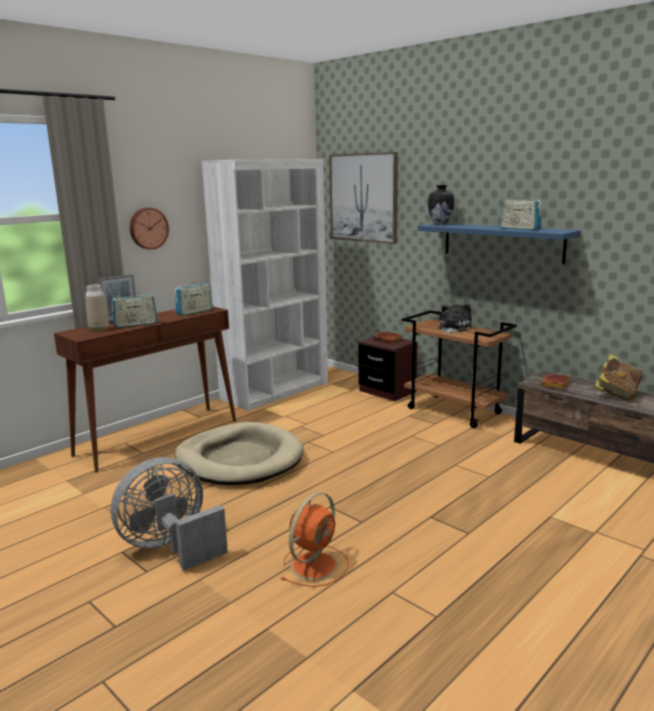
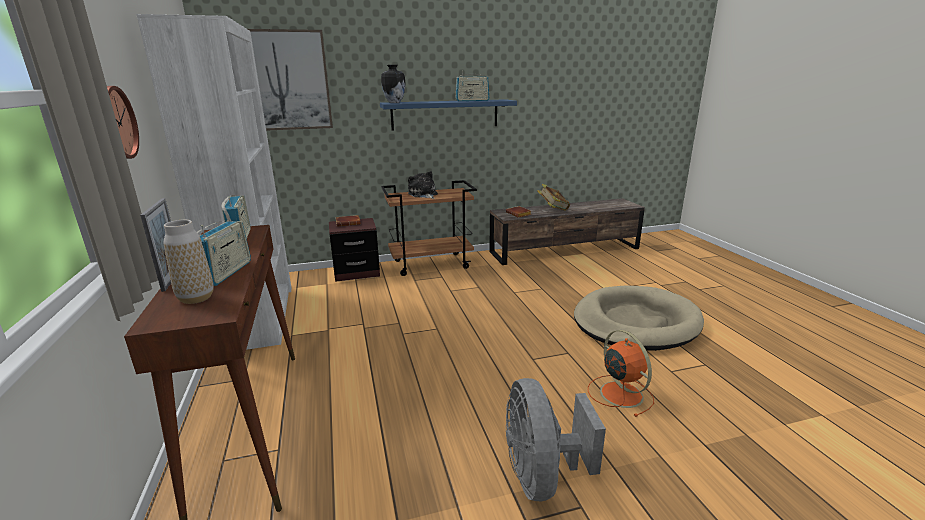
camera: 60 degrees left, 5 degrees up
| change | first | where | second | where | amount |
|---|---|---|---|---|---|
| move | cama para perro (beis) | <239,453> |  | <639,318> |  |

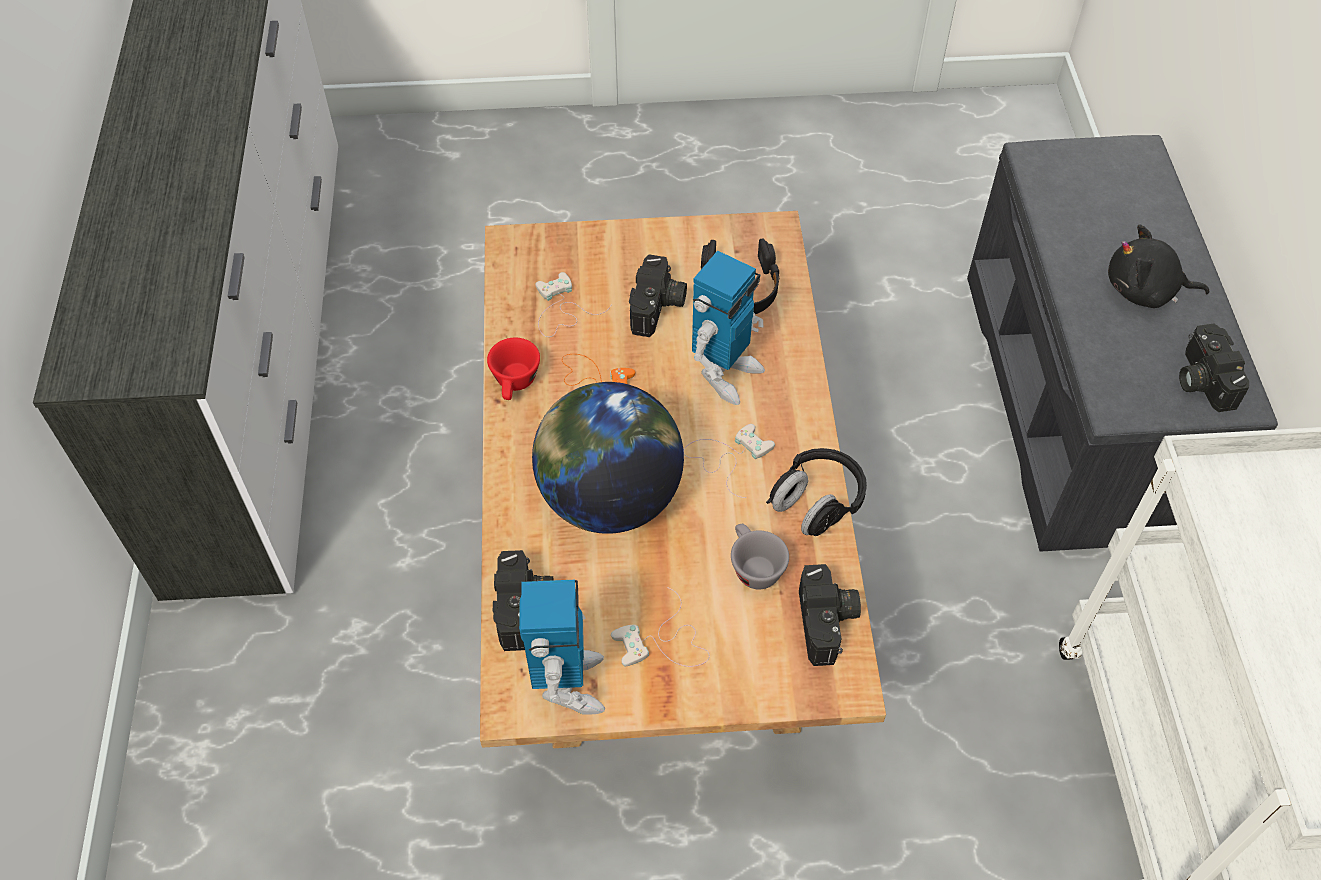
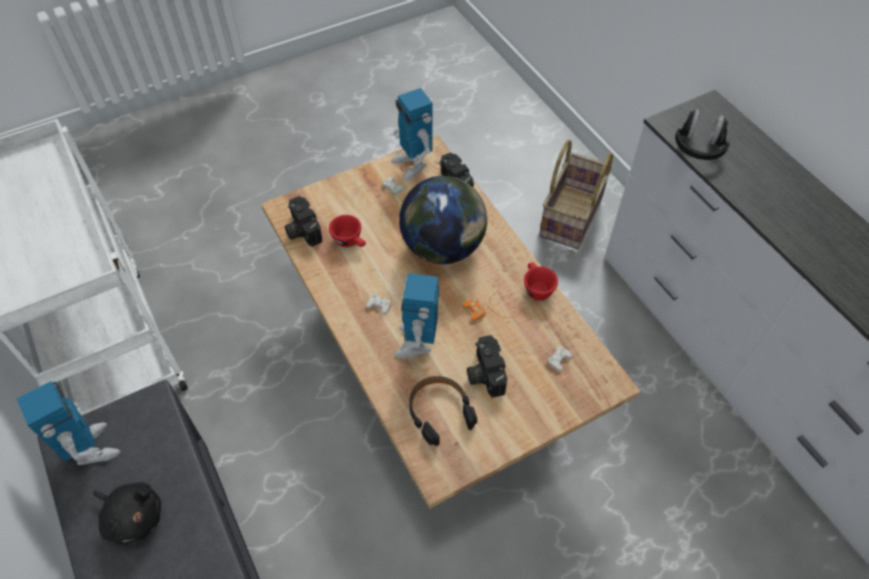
camera: 155 degrees right, 0 degrees up
| change | first | where | second | where | amount |
|---|---|---|---|---|---|
| insert |  |  | cesta | <576,194> |  |
| move | auriculares (negro) | <816,492> |  | <702,134> |  |
| replace | cámara | <1214,367> | robot de juguete | <68,423> |  |
| recolor | taza (gris) | <760,556> | taza (rojo) | <347,231> |  |
| rotate | peluche (negro) | <1158,266> |  | <127,513> | 45 degrees clockwise |

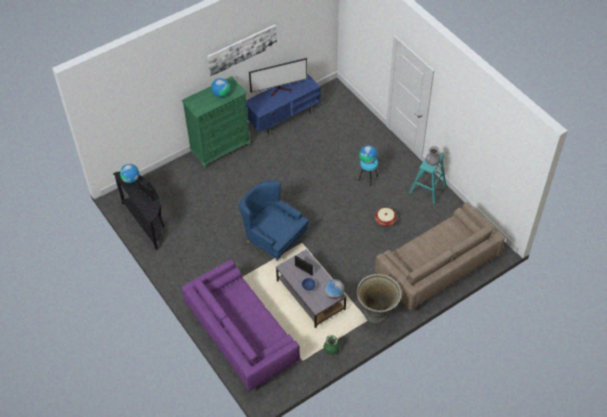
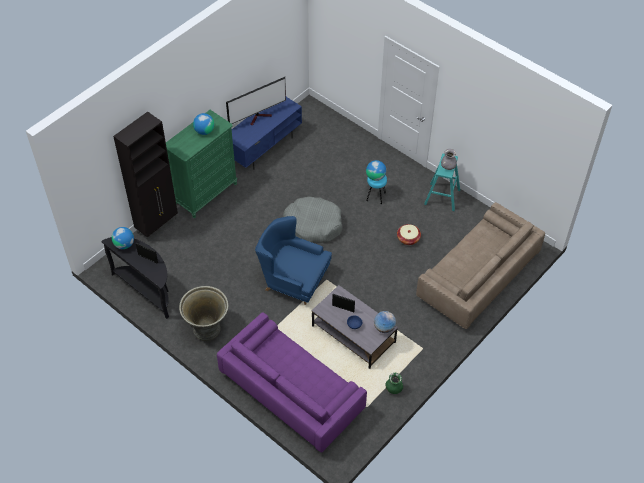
camera: 15 degrees left, 0 degrees up
| change | first | where | second | where | amount |
|---|---|---|---|---|---|
| delete | cuadro | <242,50> |  |  |  |
| insert |  |  | armario (negro) | <145,177> |  |
| insert |  |  | cama para perro (gris) | <313,219> |  |
| move | maceta (gris) | <379,299> |  | <203,313> |  |

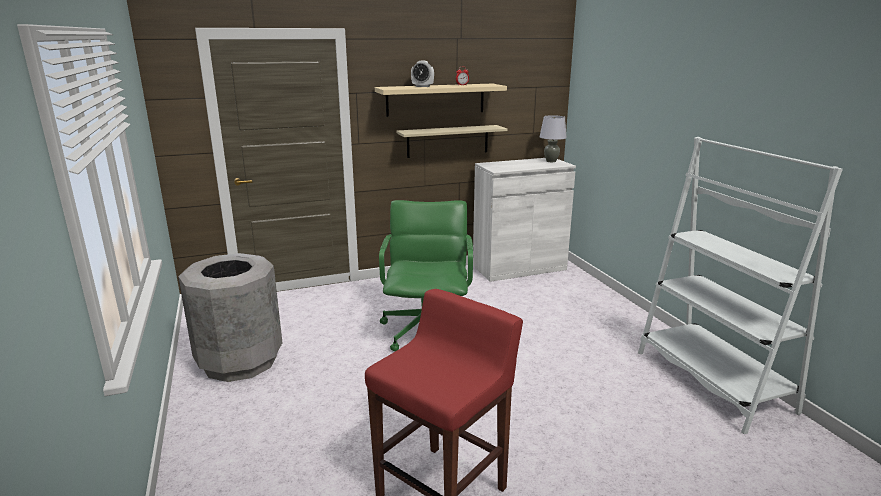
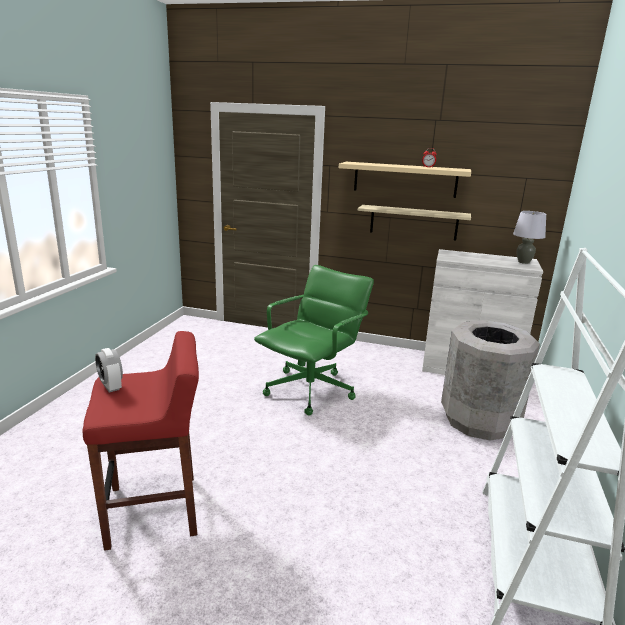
camera: 35 degrees right, 0 degrees up
| change | first | where | second | where | amount |
|---|---|---|---|---|---|
| move | papelera (gris) | <230,317> |  | <490,380> |  |
| move | despertador | <422,73> |  | <109,370> |  |

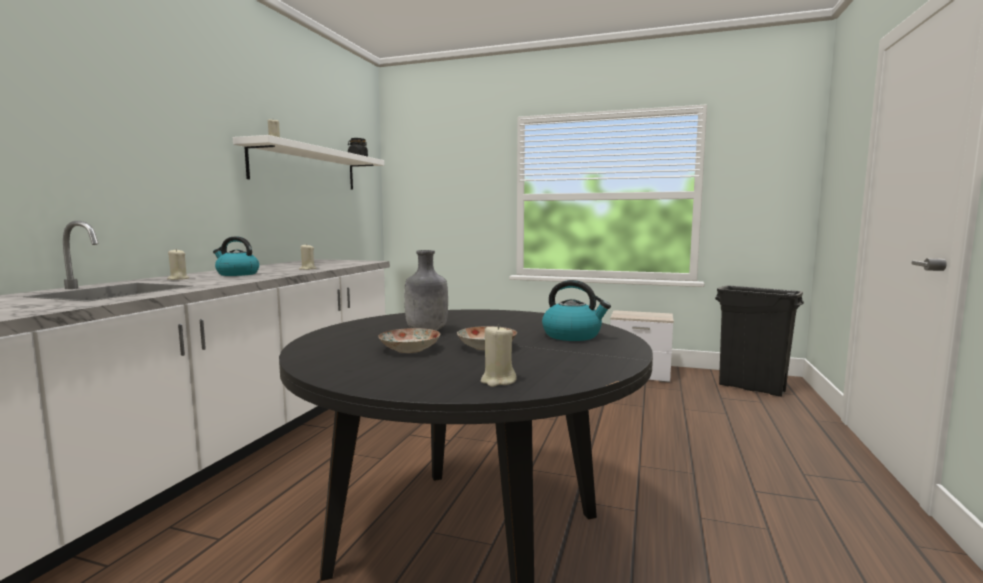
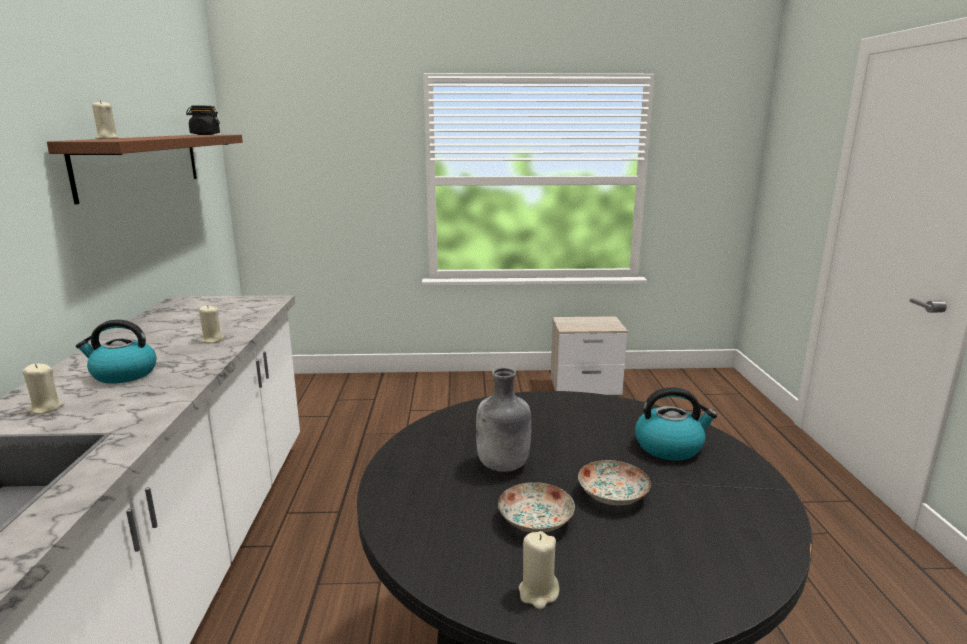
camera: 20 degrees left, 10 degrees up
| change | first | where | second | where | amount |
|---|---|---|---|---|---|
| delete | papelera (negro) | <759,341> |  |  |  |
| move | vela (beis) | <499,355> |  | <539,570> |  |
| recolor | estante (blanco) | <309,162> | estante (marrón) | <145,169> |  |

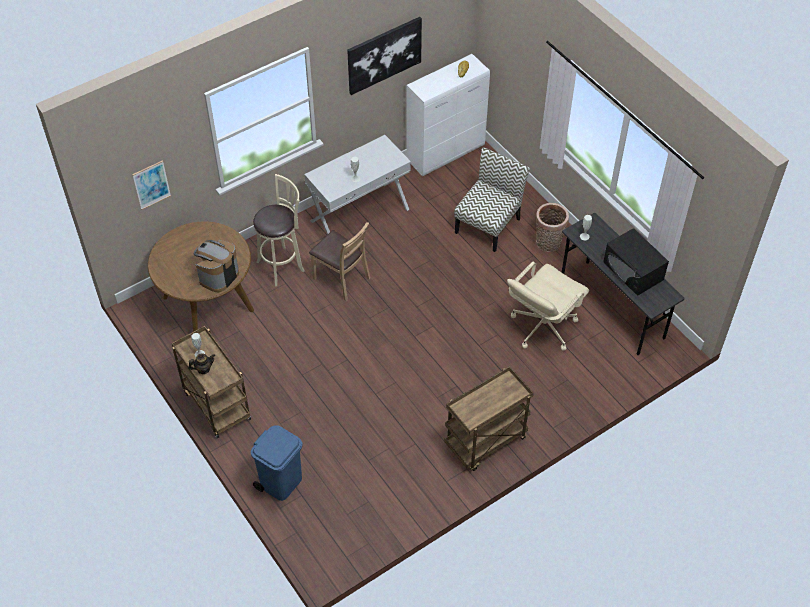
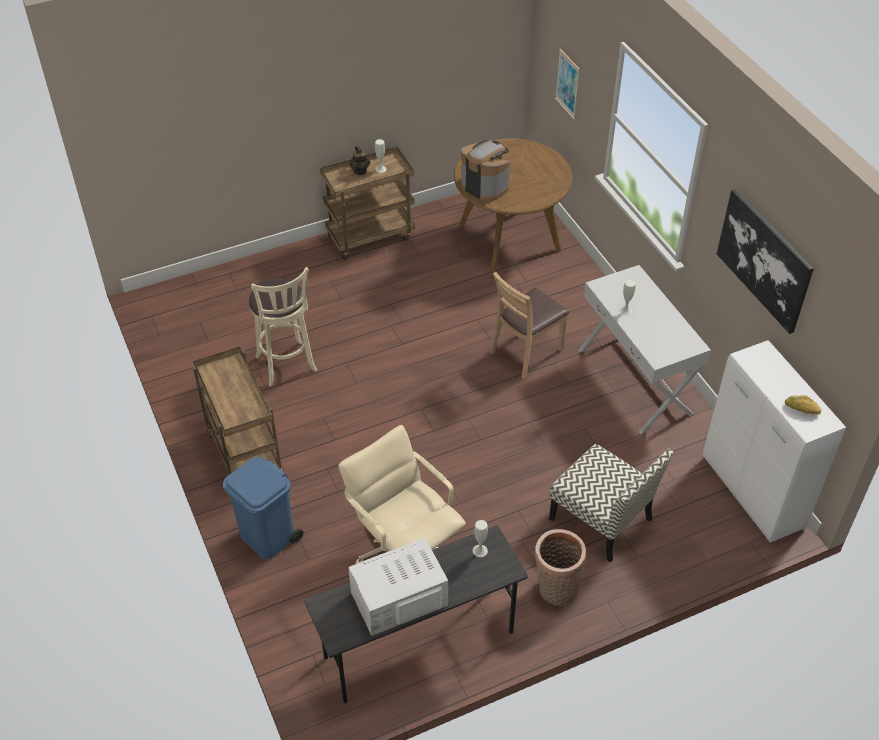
camera: 100 degrees right, 5 degrees down
| change | first | where | second | where | amount |
|---|---|---|---|---|---|
| move | papelera (azul) | <276,463> |  | <263,508> |  |
| move | taburete (beis) | <279,230> |  | <283,326> |  |
| recolor | microondas (negro) | <636,262> | microondas (blanco) | <398,587> |  |

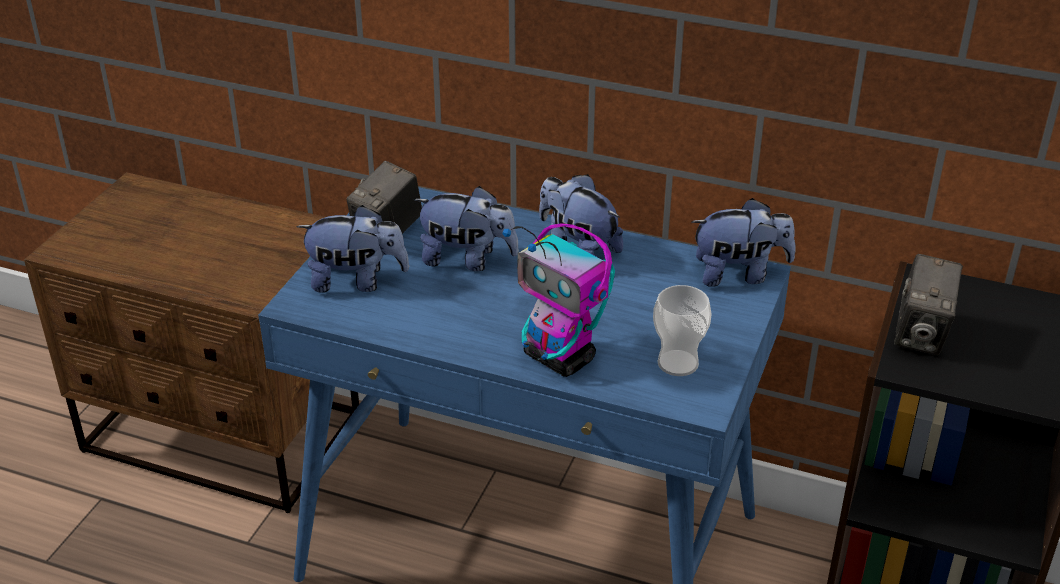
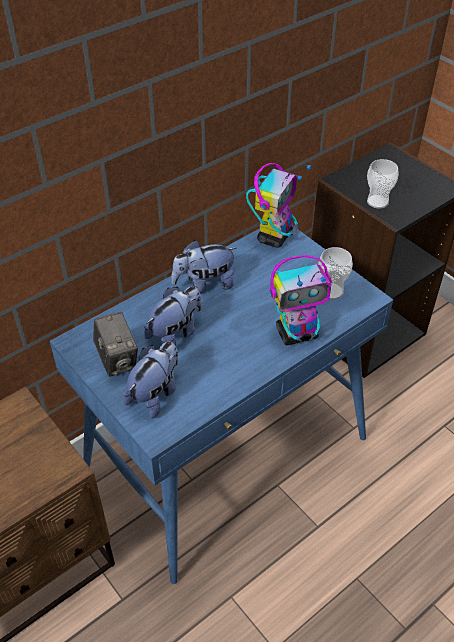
camera: 60 degrees left, 10 degrees up
| change | first | where | second | where | amount |
|---|---|---|---|---|---|
| replace | peluche | <743,242> | robot de juguete | <278,205> |  |
| replace | cámara | <928,304> | taza | <383,183> |  |

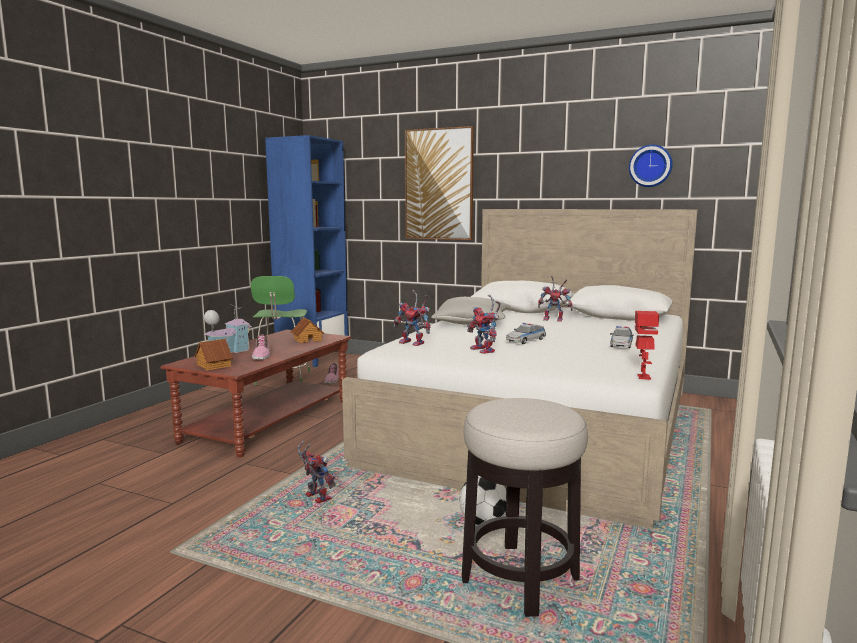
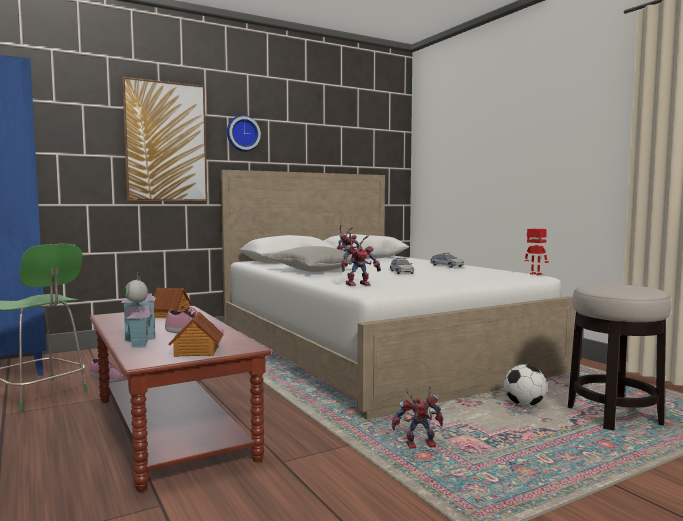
camera: 55 degrees left, 5 degrees down
| change | first | where | second | where | amount |
|---|---|---|---|---|---|
| delete | robot de juguete | <484,324> |  |  |  |
| move | reloj de pared | <650,166> |  | <244,133> |  |

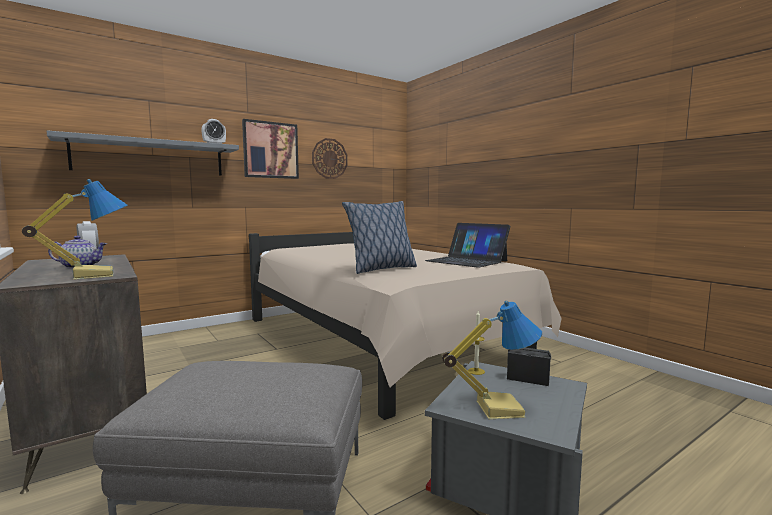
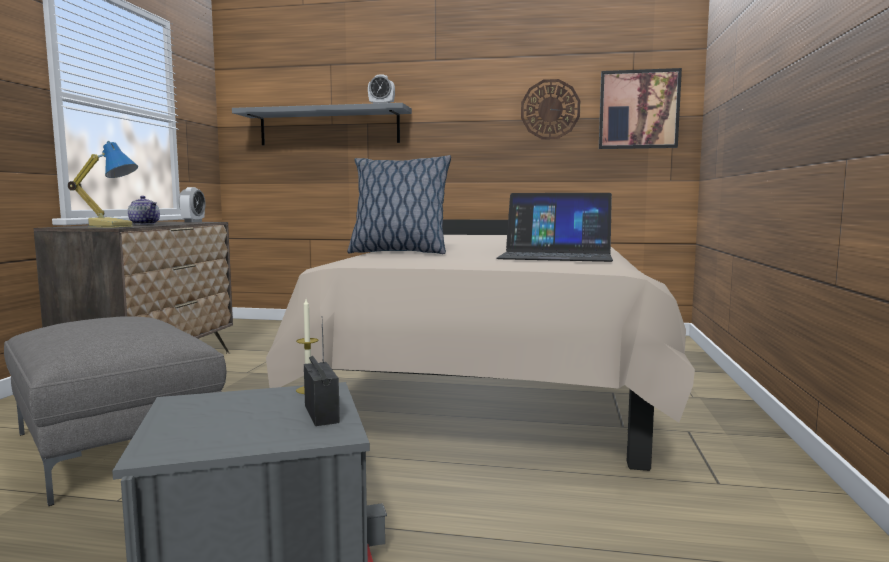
camera: 45 degrees right, 0 degrees up
| change | first | where | second | where | amount |
|---|---|---|---|---|---|
| delete | lámpara de mesa | <492,360> |  |  |  |
| move | cuadro | <270,149> |  | <640,108> |  |
| rotate | portátil | <467,245> |  | <555,227> | 75 degrees counterclockwise |

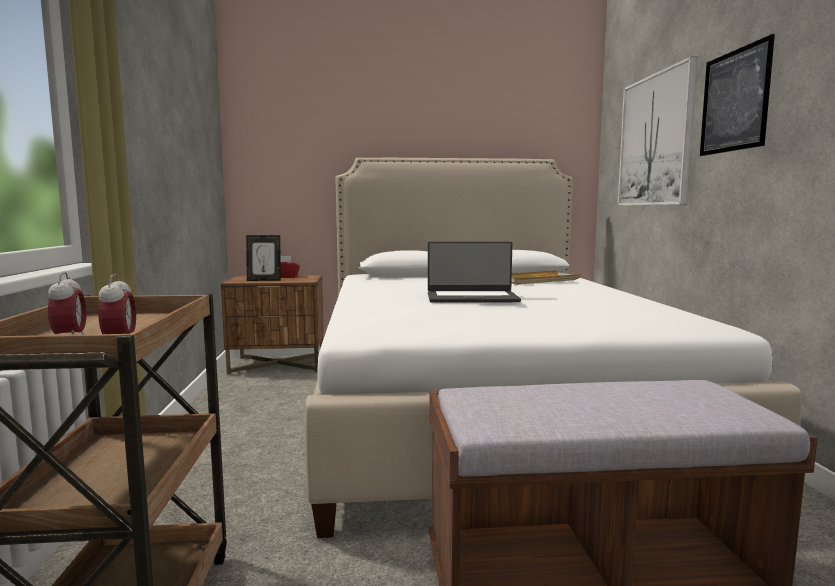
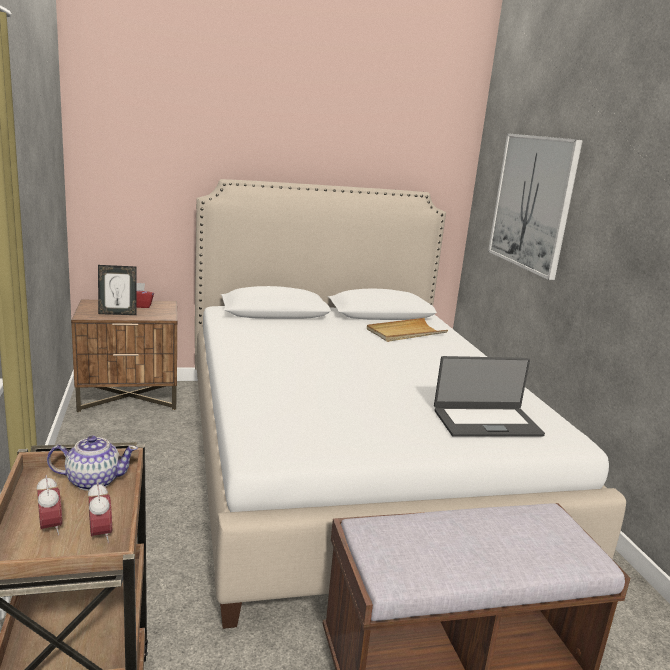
camera: 10 degrees left, 10 degrees up
| change | first | where | second | where | amount |
|---|---|---|---|---|---|
| delete | cuadro | <737,95> |  |  |  |
| insert |  |  | tetera | <92,463> |  |
| move | portátil | <474,272> |  | <489,396> |  |

